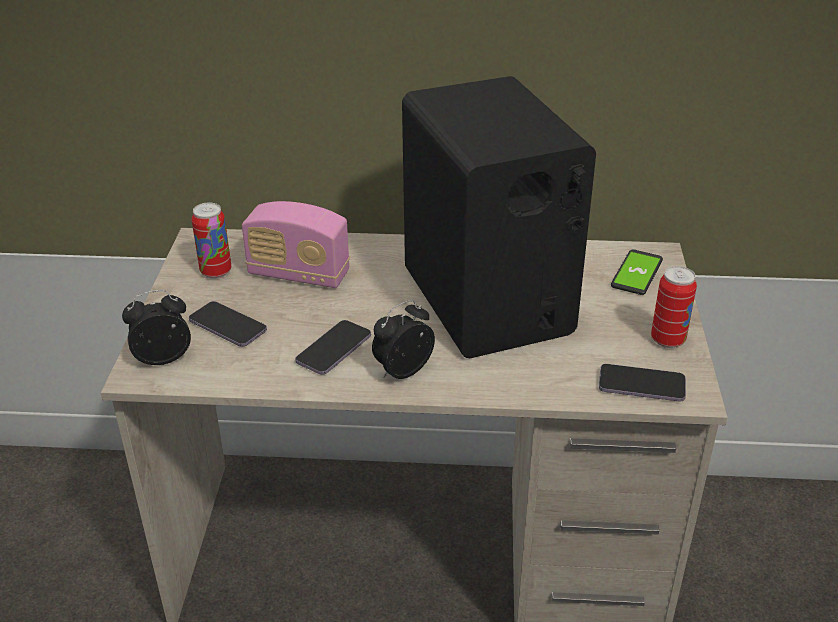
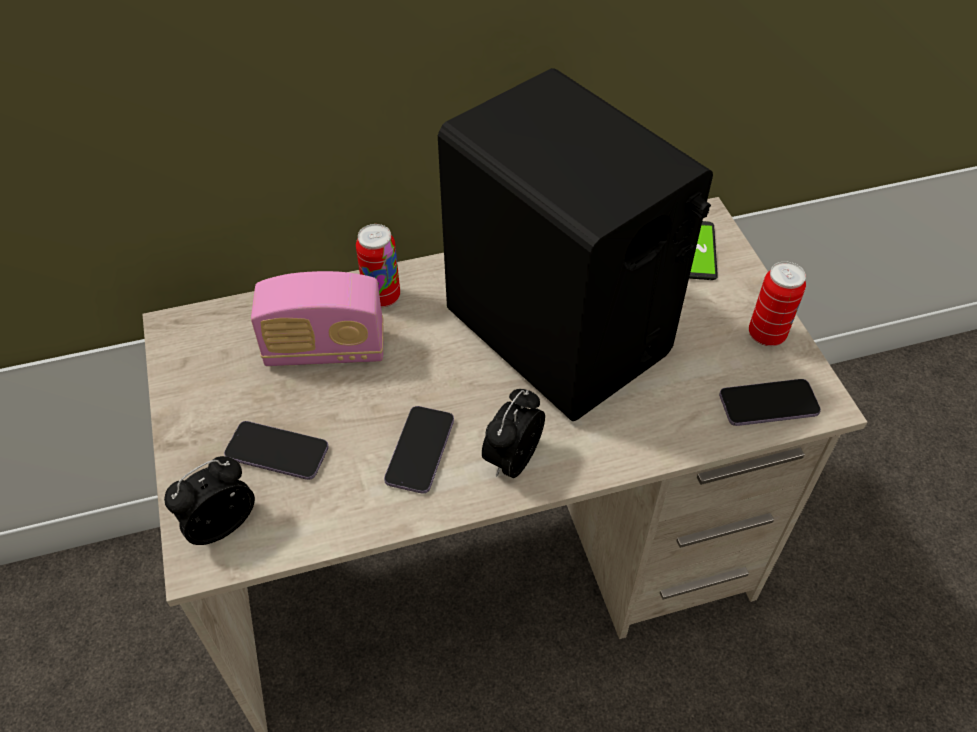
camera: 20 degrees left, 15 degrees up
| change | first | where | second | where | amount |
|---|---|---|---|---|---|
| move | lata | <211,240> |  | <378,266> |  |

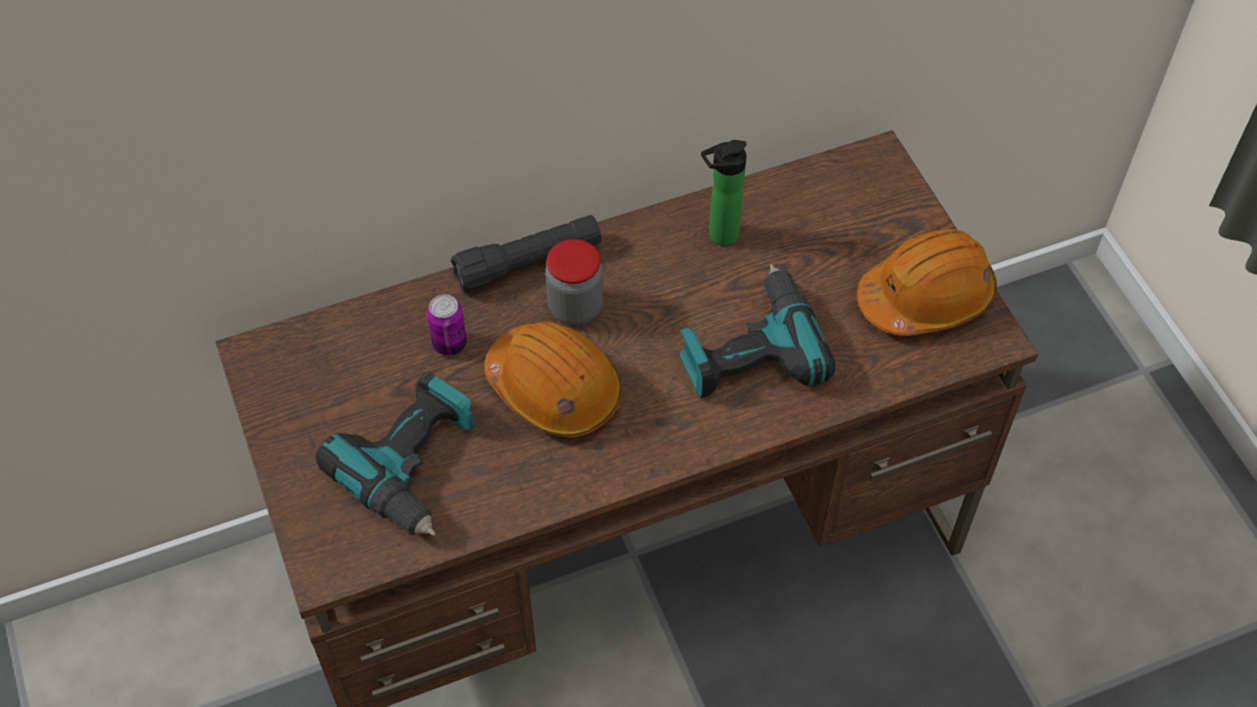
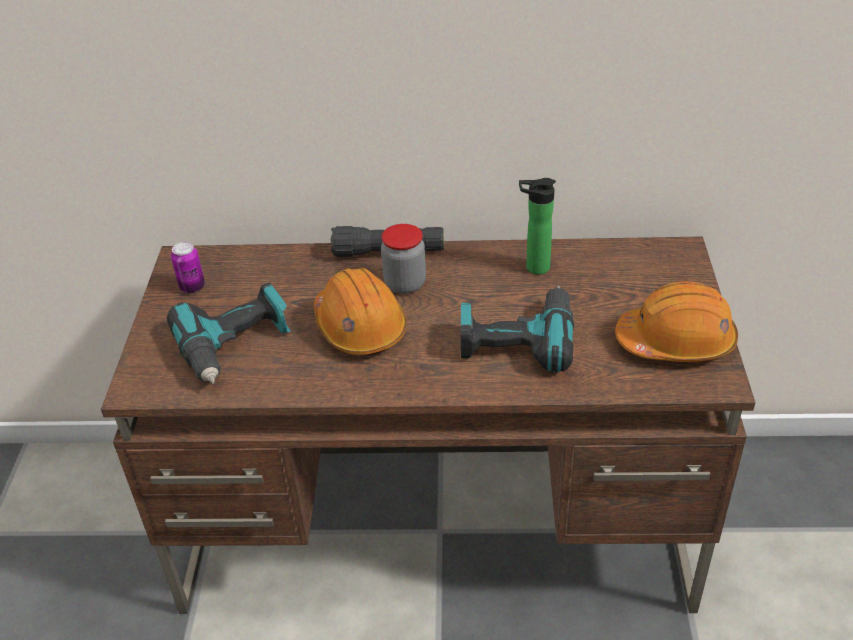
camera: 25 degrees right, 15 degrees down
| change | first | where | second | where | amount |
|---|---|---|---|---|---|
| move | lata | <447,325> |  | <188,267> |  |

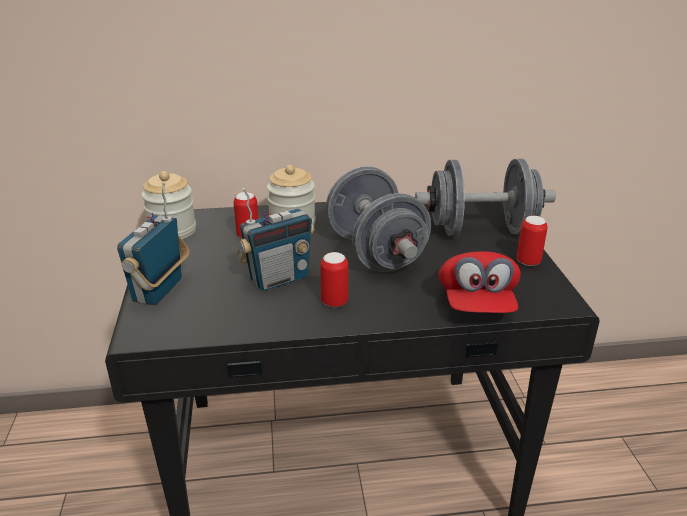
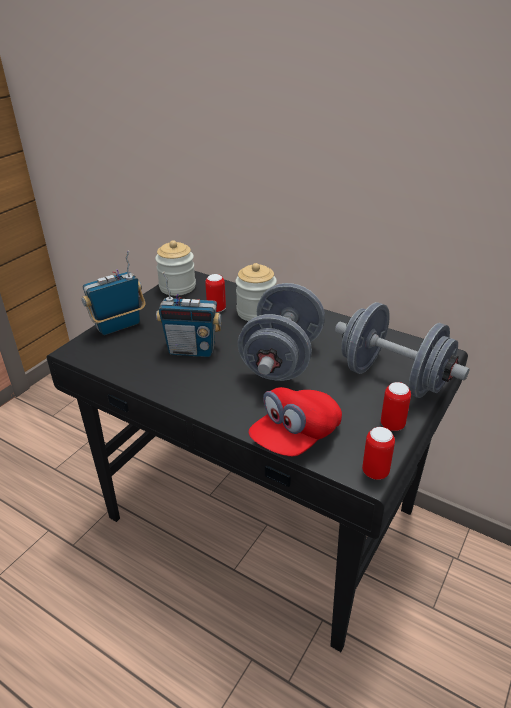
camera: 40 degrees right, 5 degrees up
| change | first | where | second | where | amount |
|---|---|---|---|---|---|
| move | lata | <334,279> |  | <378,453> |  |

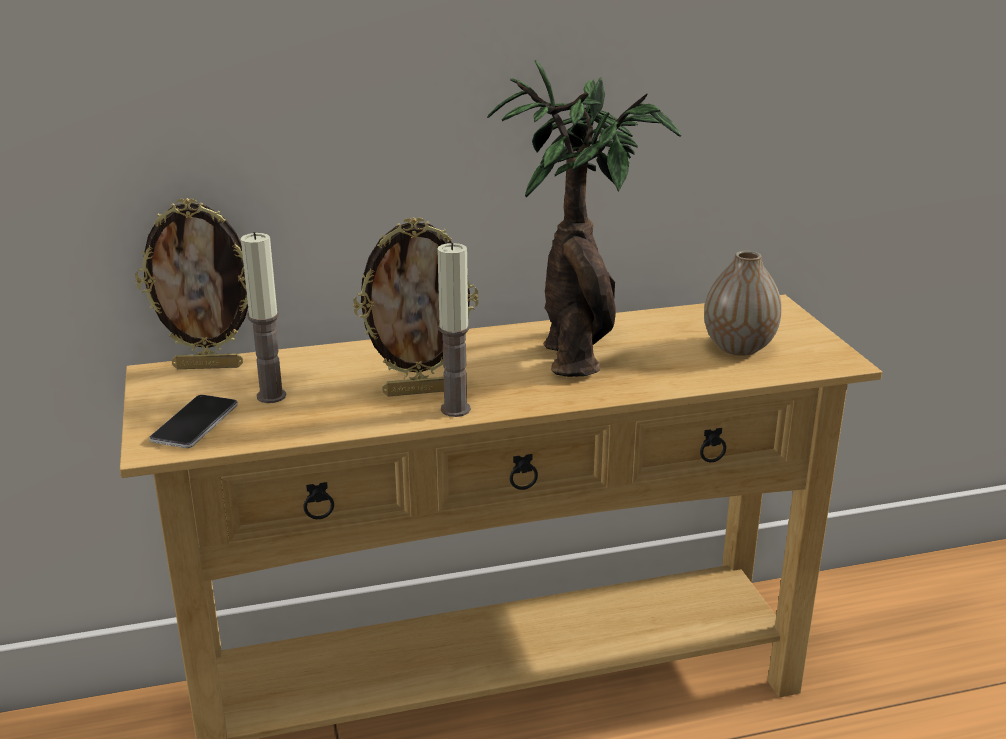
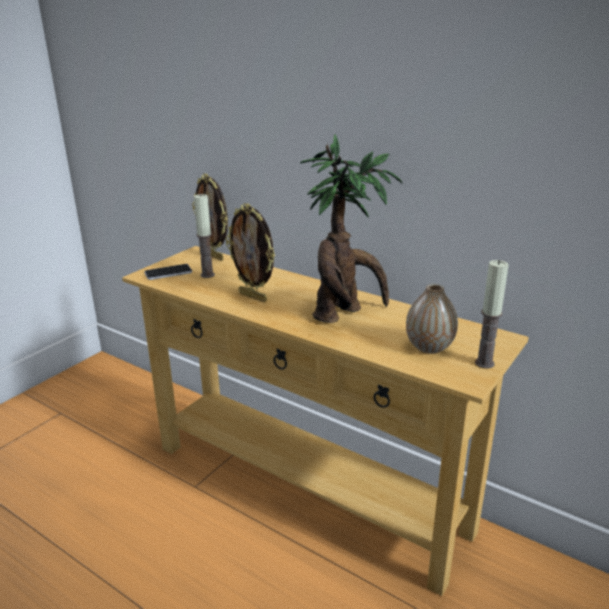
camera: 50 degrees right, 0 degrees up
| change | first | where | second | where | amount |
|---|---|---|---|---|---|
| move | vela | <454,330> |  | <492,314> |  |

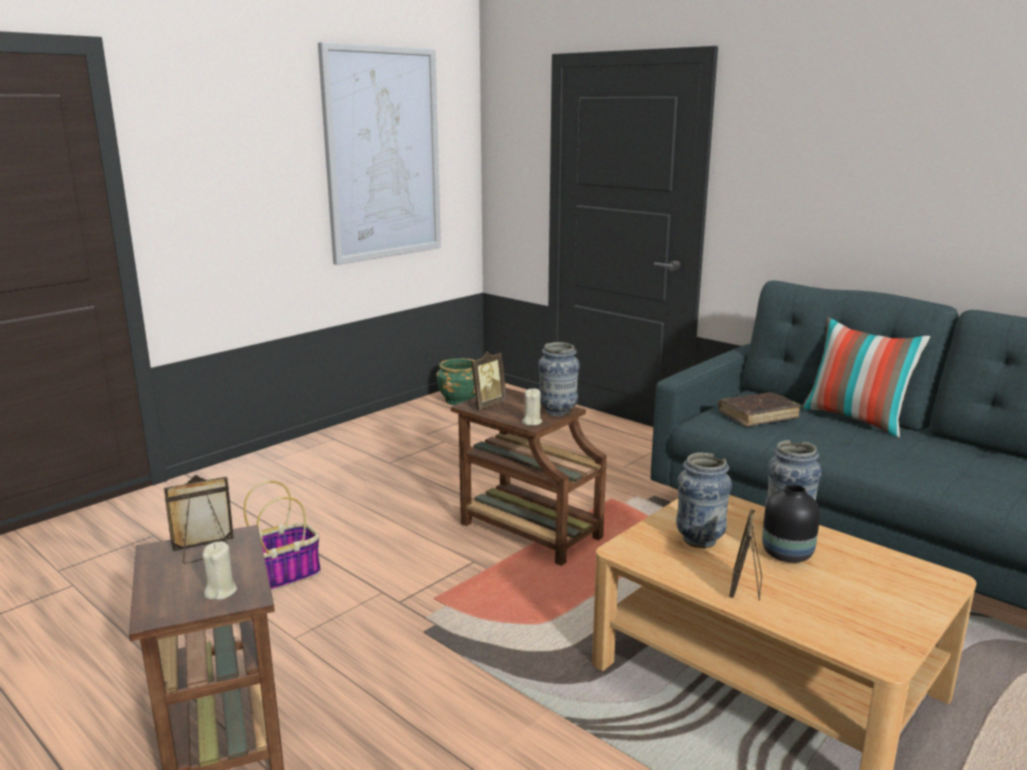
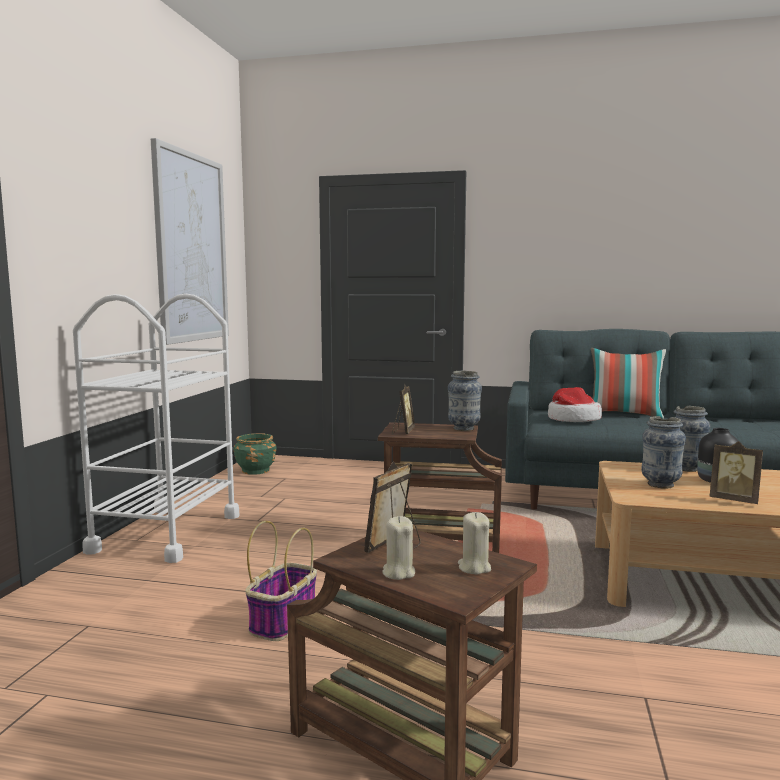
camera: 30 degrees left, 10 degrees down
| change | first | where | second | where | amount |
|---|---|---|---|---|---|
| insert |  |  | carrito (blanco) | <156,428> |  |
| move | vela (beis) | <532,407> |  | <399,548> |  |
| replace | libro (marrón) | <759,410> | sombrero | <575,404> |  |
| rotate | portarretratos | <745,555> |  | <736,472> | 45 degrees counterclockwise |

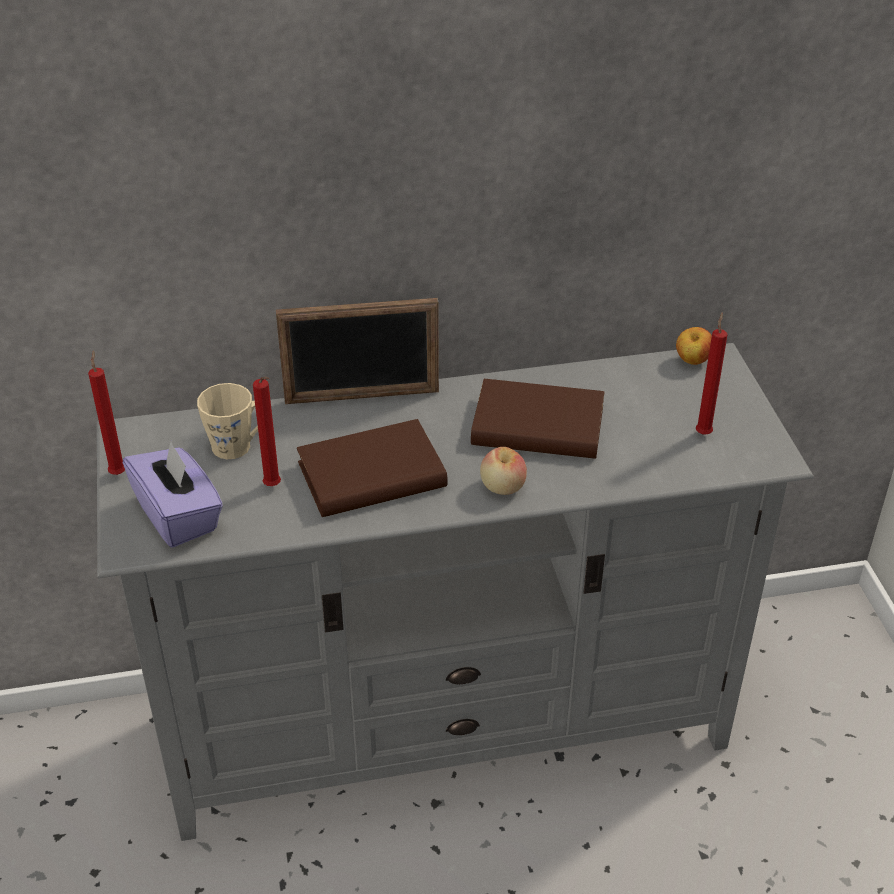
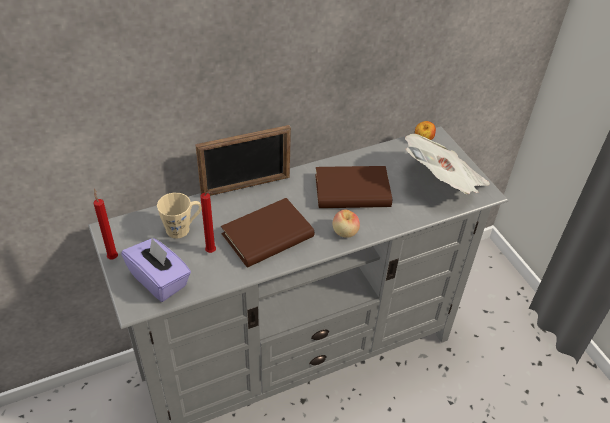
camera: 15 degrees left, 5 degrees up
| change | first | where | second | where | amount |
|---|---|---|---|---|---|
| replace | vela (rojo) | <712,373> | periódico | <447,164> |  |

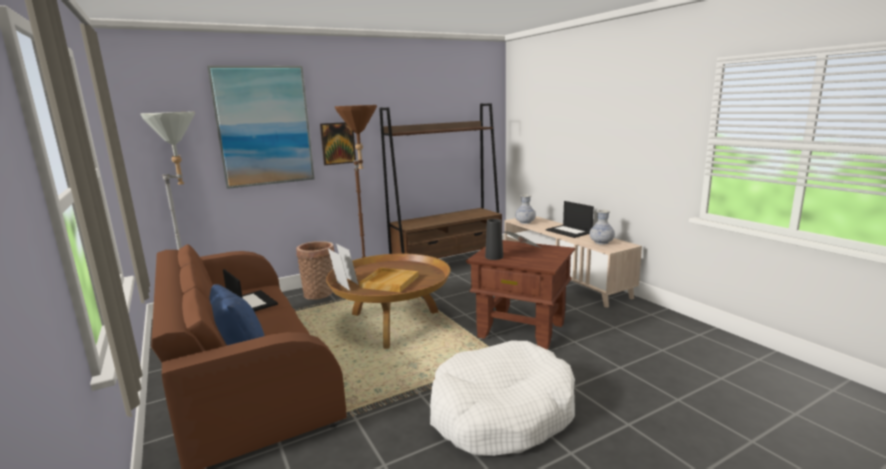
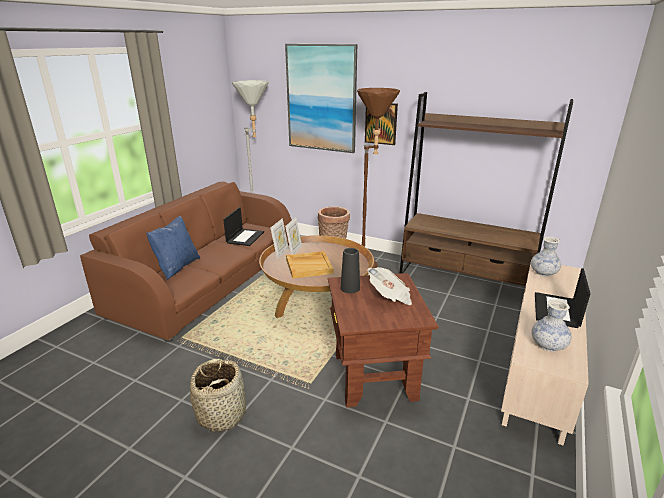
camera: 55 degrees right, 10 degrees up
| change | first | where | second | where | amount |
|---|---|---|---|---|---|
| replace | cama para perro (blanco) | <502,398> | cesta | <218,396> |  |

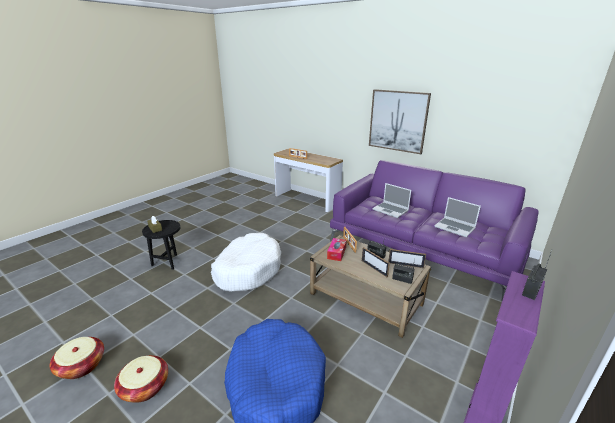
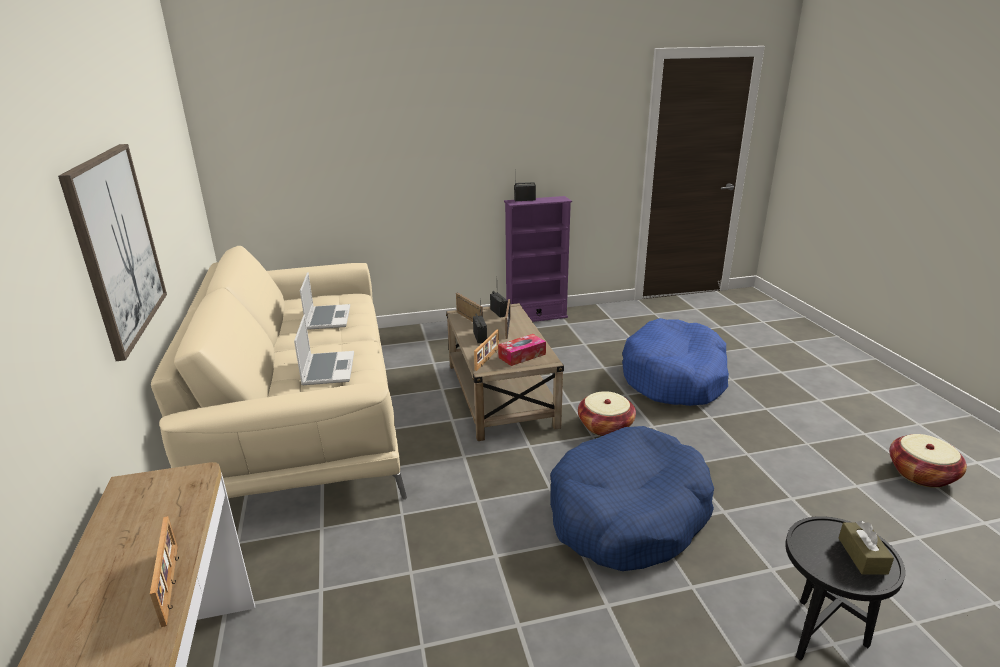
camera: 140 degrees left, 0 degrees up
| change | first | where | second | where | amount |
|---|---|---|---|---|---|
| move | cesta | <141,379> |  | <607,413> |  |
| recolor | cama para perro (blanco) | <246,262> | cama para perro (azul) | <632,498> |  |
| recolor | sofá (morado) | <434,230> | sofá (beis) | <279,373> |  |

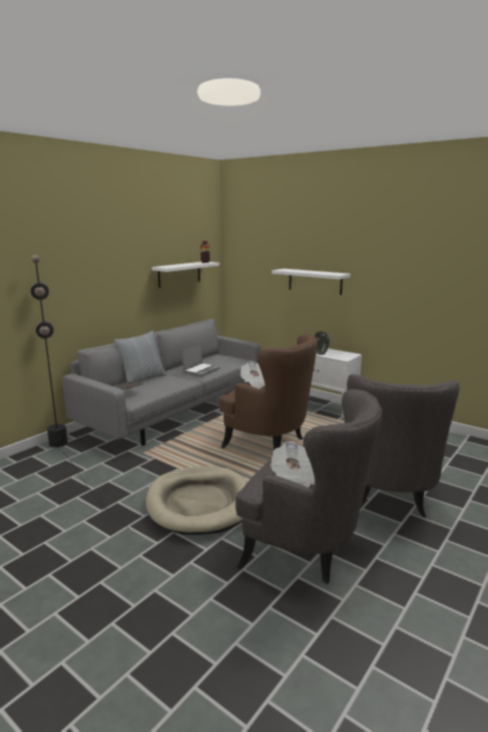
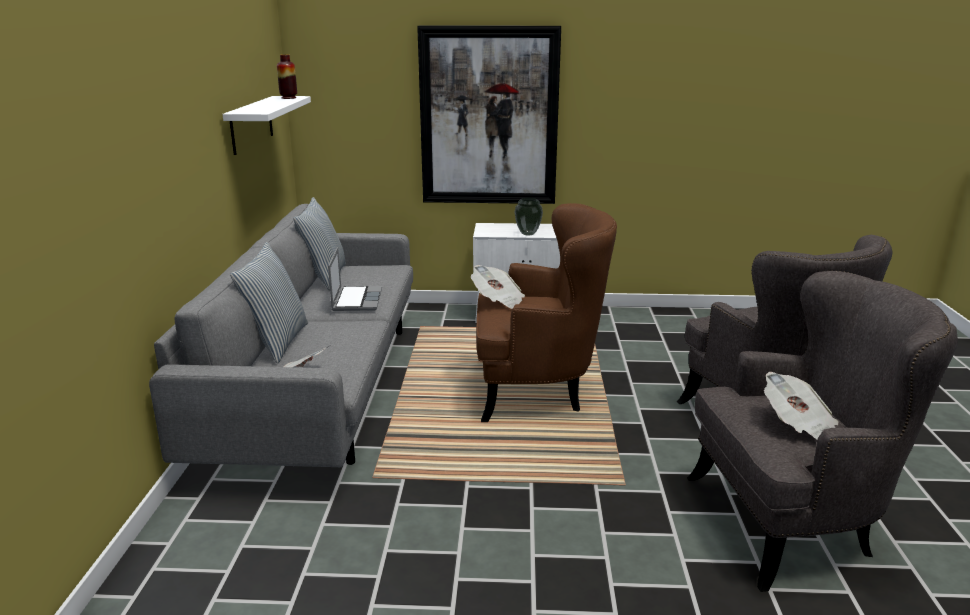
camera: 35 degrees left, 5 degrees up
| change | first | where | second | where | amount |
|---|---|---|---|---|---|
| delete | lámpara de pie (negro) | <80,392> |  |  |  |
| delete | cama para perro (beis) | <196,500> |  |  |  |
| insert |  |  | cojín | <319,244> |  |
| replace | estante (blanco) | <311,282> | cuadro | <489,115> |  |

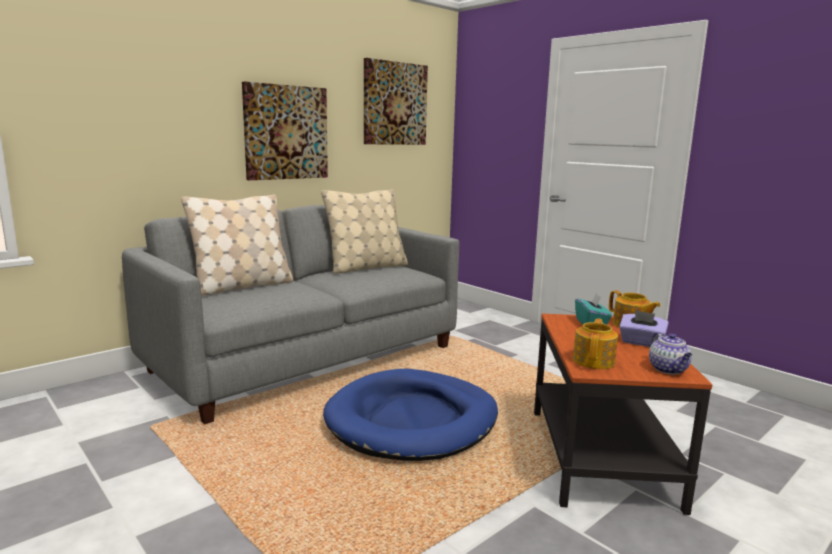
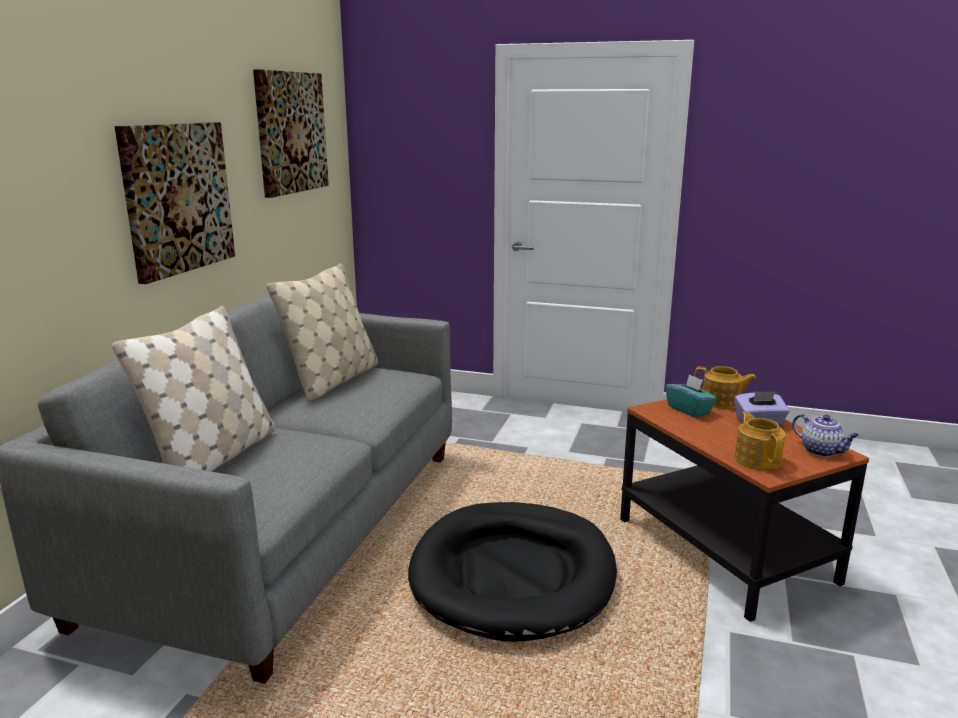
camera: 30 degrees left, 5 degrees up
| change | first | where | second | where | amount |
|---|---|---|---|---|---|
| recolor | cama para perro (azul) | <410,415> | cama para perro (negro) | <512,572> |  |

